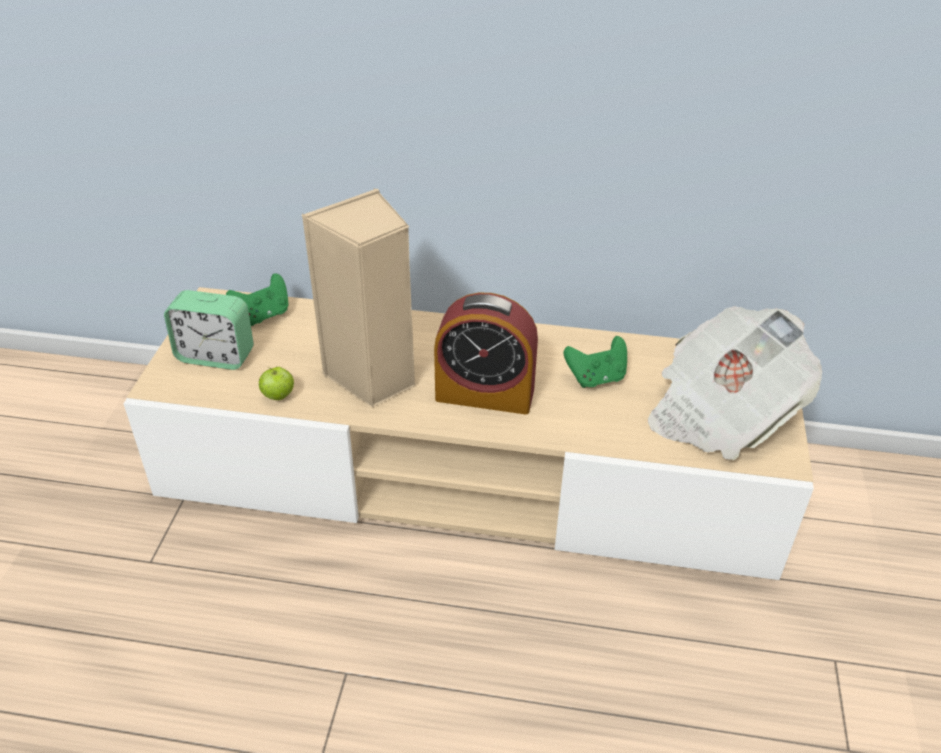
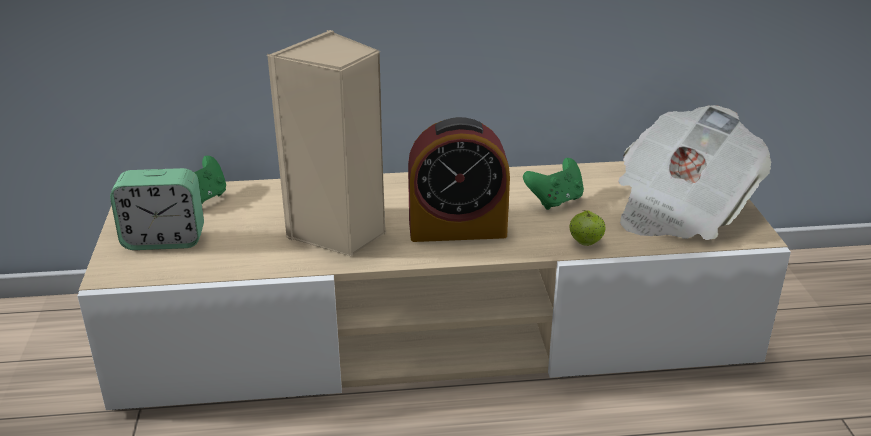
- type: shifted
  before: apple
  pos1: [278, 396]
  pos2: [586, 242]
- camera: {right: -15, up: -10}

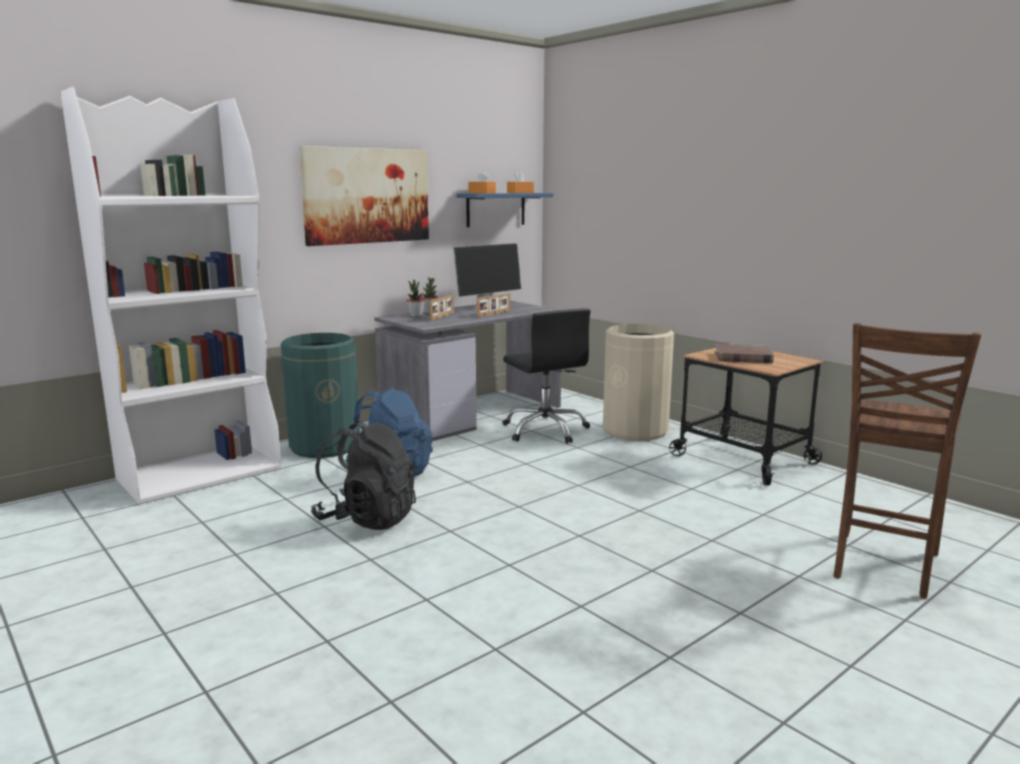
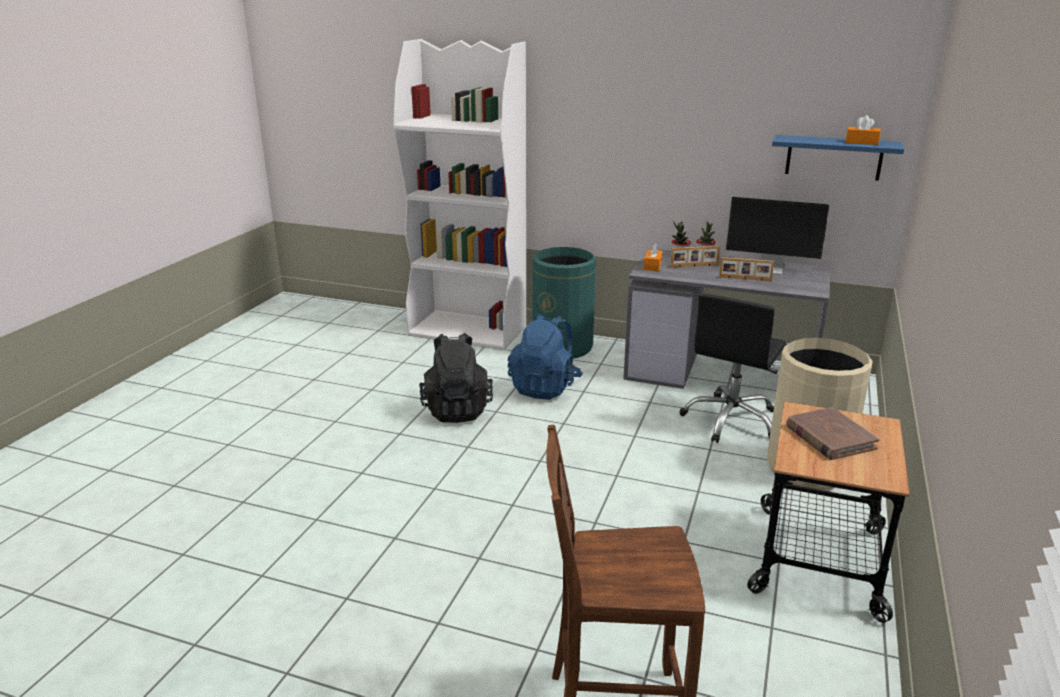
- type: gone
  before: picture
  pos1: [367, 196]
- type: shifted
  before: orange tissue box
  pos1: [482, 193]
  pos2: [652, 266]
- camera: {right: 60, up: 10}

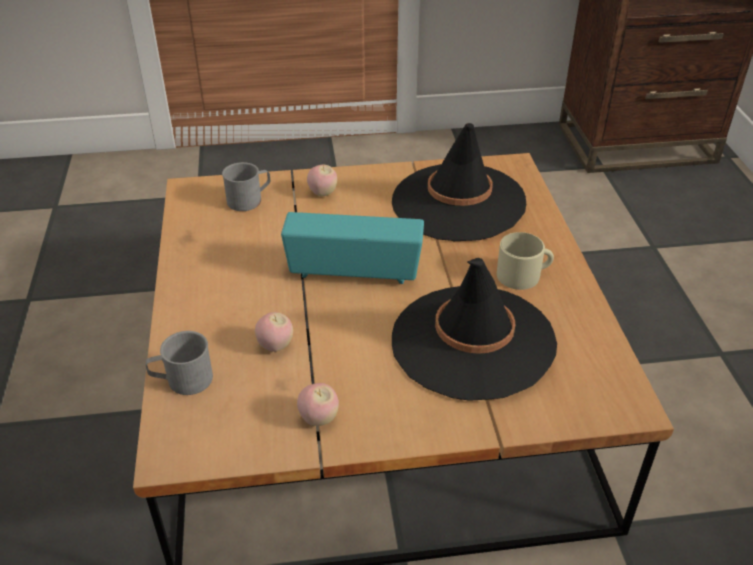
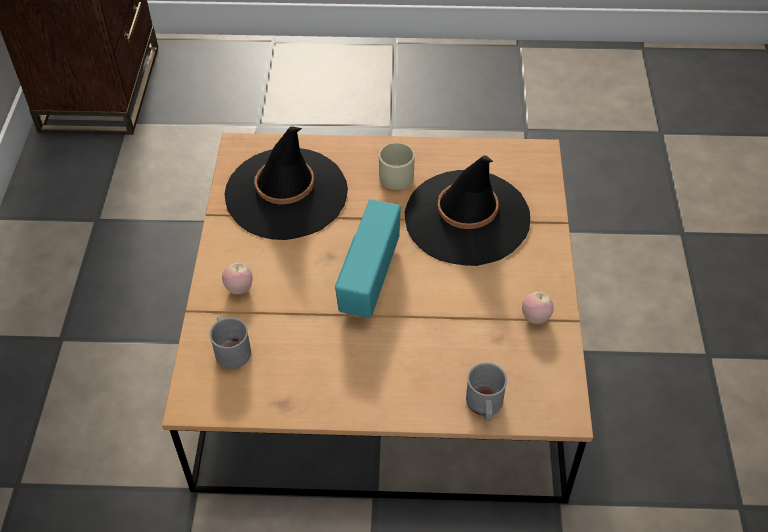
- type: gone
  before: apple
  pos1: [275, 346]
- camera: {right: -80, up: 10}

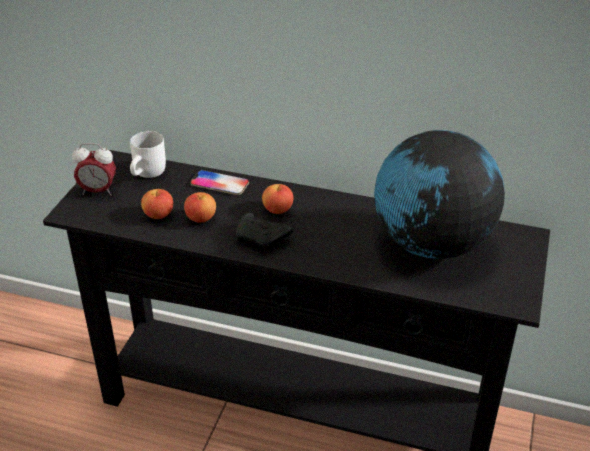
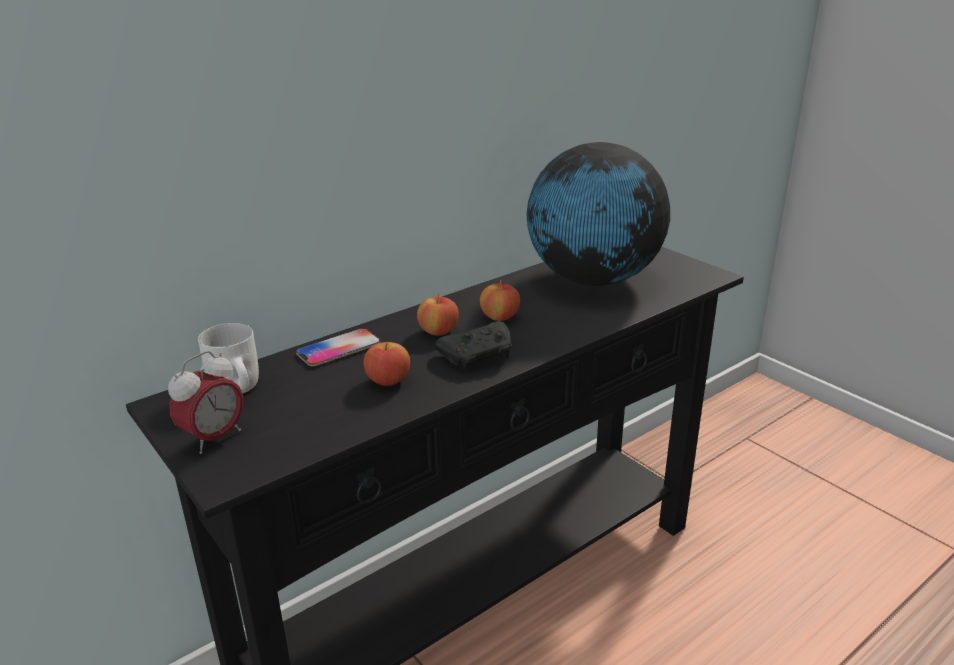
- type: shifted
  before: apple
  pos1: [158, 214]
  pos2: [499, 317]
- camera: {right: -55, up: -10}

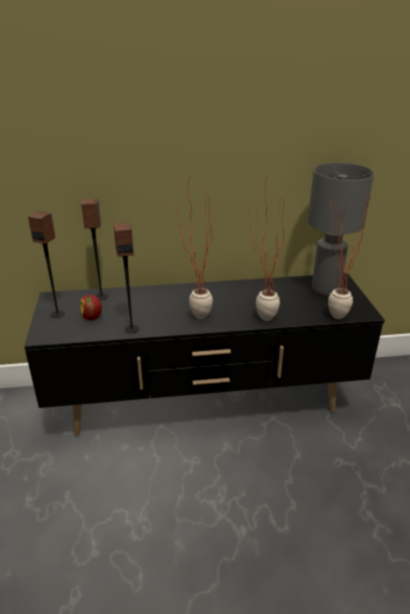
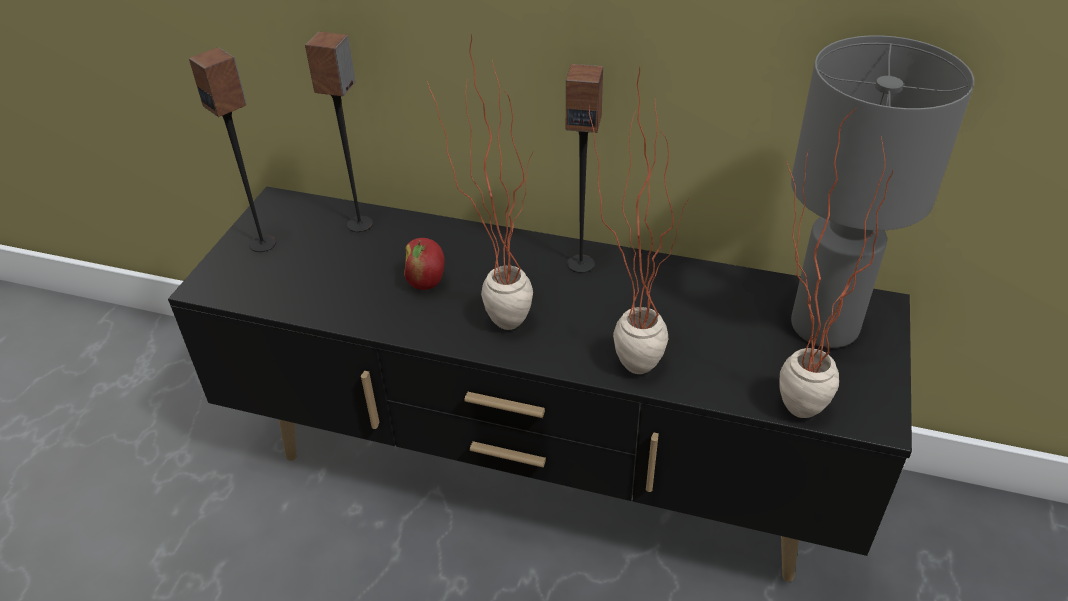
- type: shifted
  before: speaker
  pos1: [132, 329]
  pos2: [581, 263]
- type: shifted
  before: apple
  pos1: [92, 317]
  pos2: [426, 283]
- camera: {right: 25, up: 10}

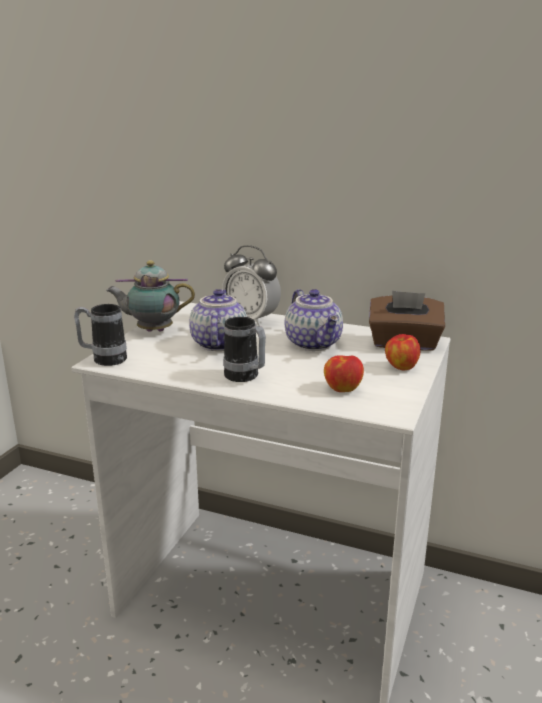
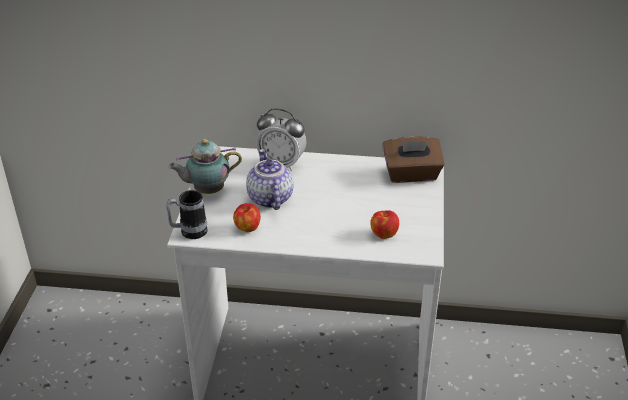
- type: gone
  before: teapot
  pos1: [314, 344]
- type: gone
  before: mug
  pos1: [245, 377]
- type: shifted
  before: apple
  pos1: [401, 367]
  pos2: [247, 228]
- camera: {right: -15, up: 15}

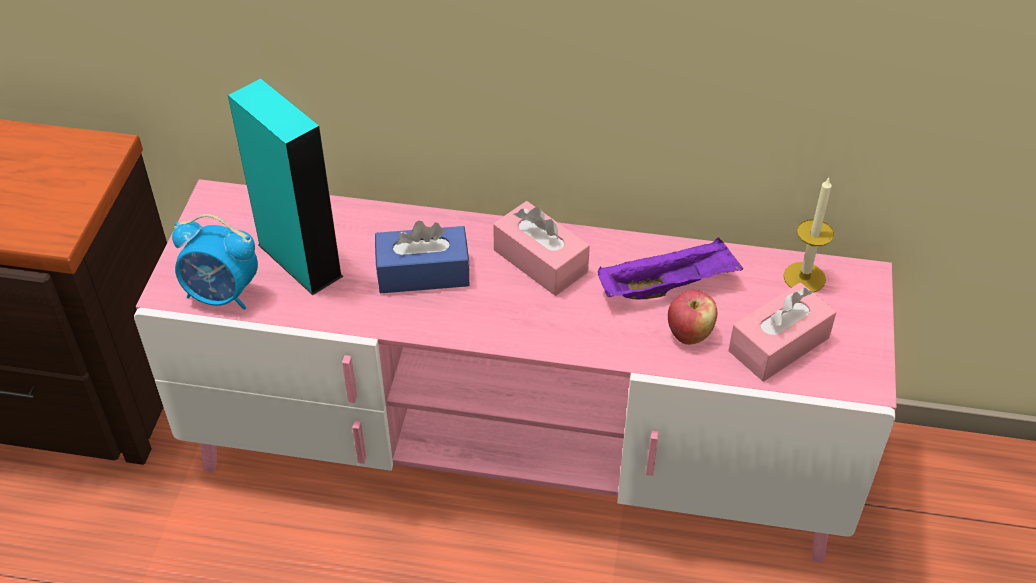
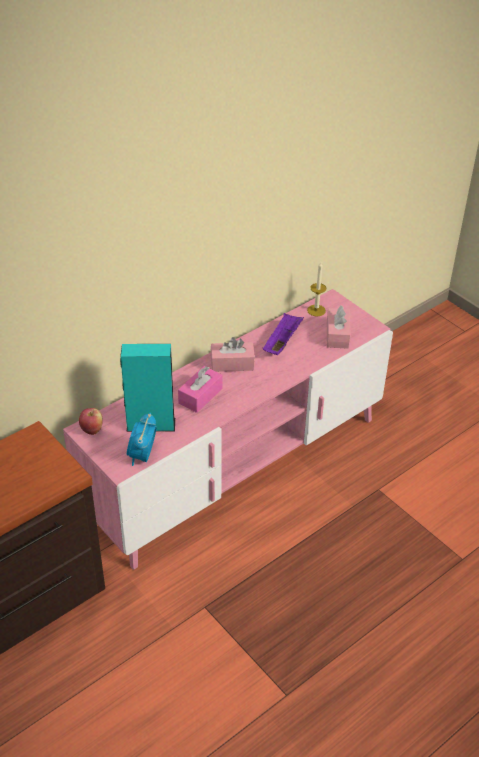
- type: rotated
  before: alarm clock
  pos1: [222, 294]
  pos2: [142, 456]
  turn: 135
- type: repainted
  before: blue tissue box
  after: pink tissue box
  pos1: [423, 273]
  pos2: [200, 396]
- type: shifted
  before: apple
  pos1: [689, 334]
  pos2: [92, 430]
- camera: {right: -50, up: -5}

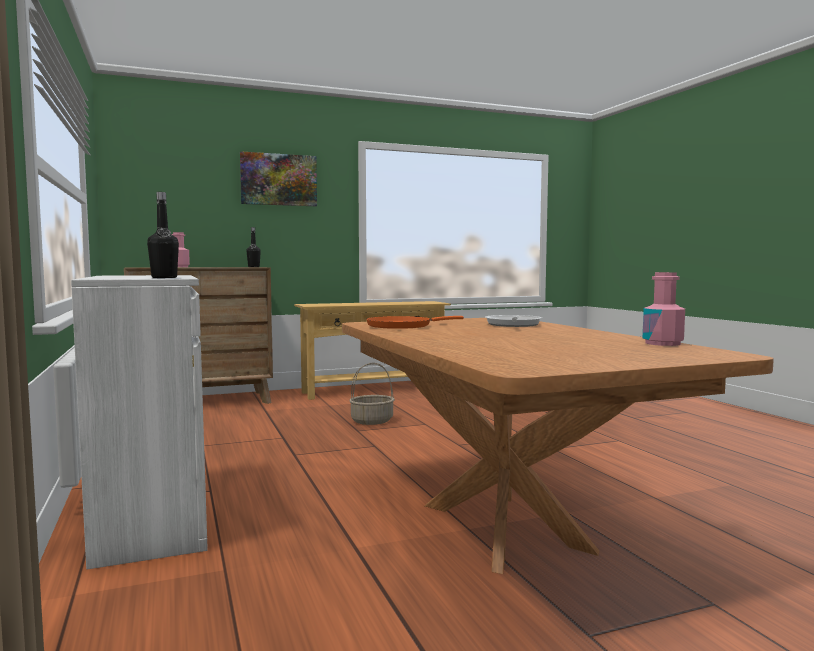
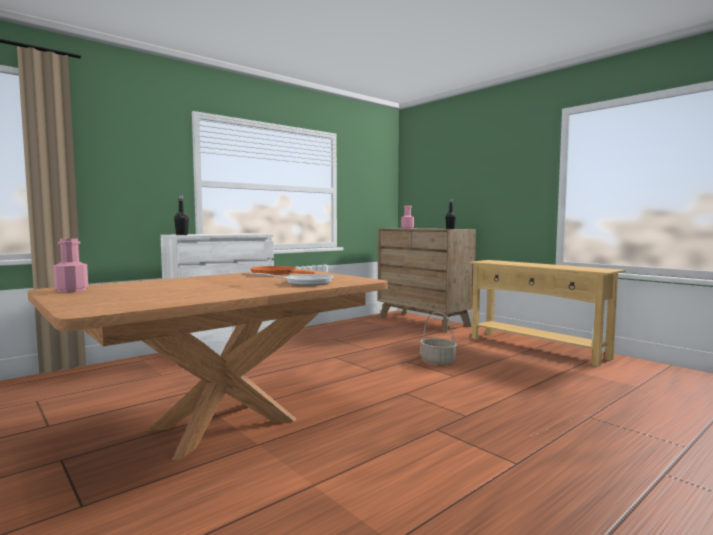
- type: gone
  before: picture
  pos1: [278, 180]
- type: shifted
  before: pink bottle
  pos1: [662, 343]
  pos2: [72, 290]
- camera: {right: 70, up: 0}

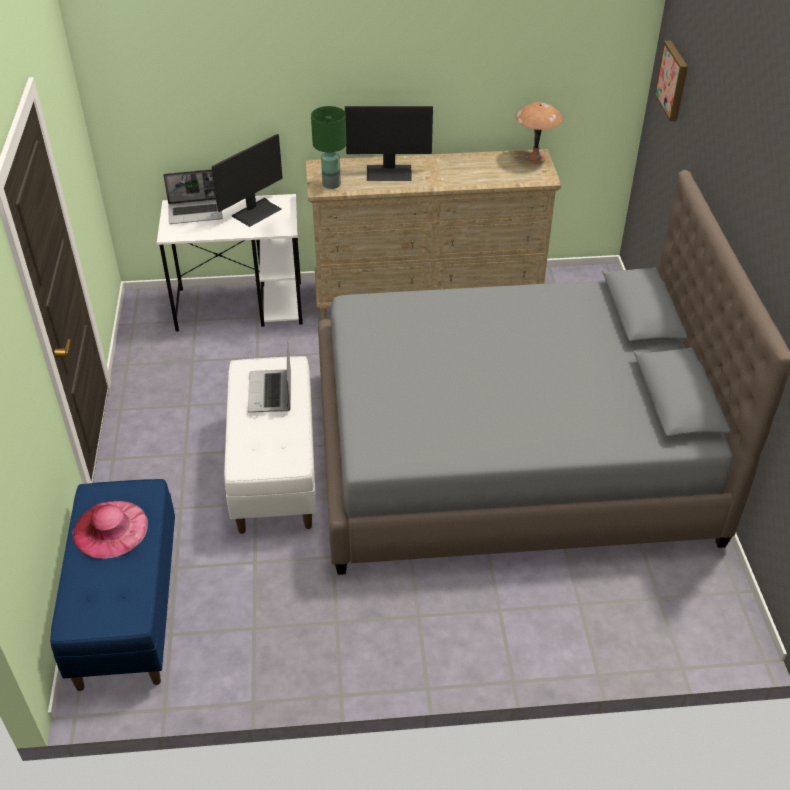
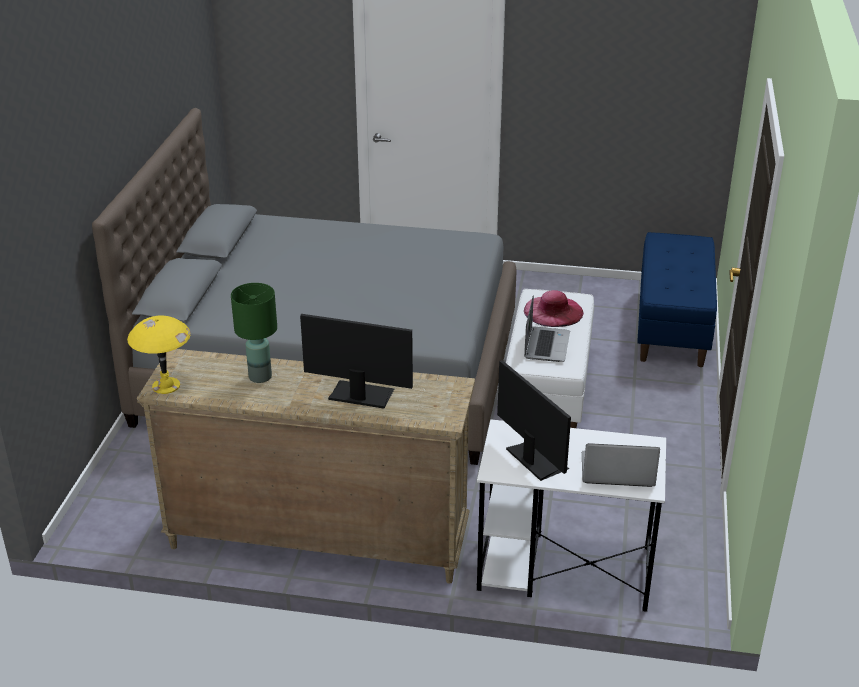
- type: gone
  before: picture
  pos1: [673, 80]
- type: repainted
  before: brown table lamp
  after: yellow table lamp
  pos1: [535, 158]
  pos2: [165, 386]
- type: shifted
  before: green table lamp
  pos1: [332, 184]
  pos2: [259, 377]
- type: rotated
  before: monitor
  pos1: [256, 212]
  pos2: [535, 459]
  turn: 90
- type: shifted
  before: pink hat
  pos1: [110, 529]
  pos2: [553, 311]
- camera: {right: -165, up: -10}

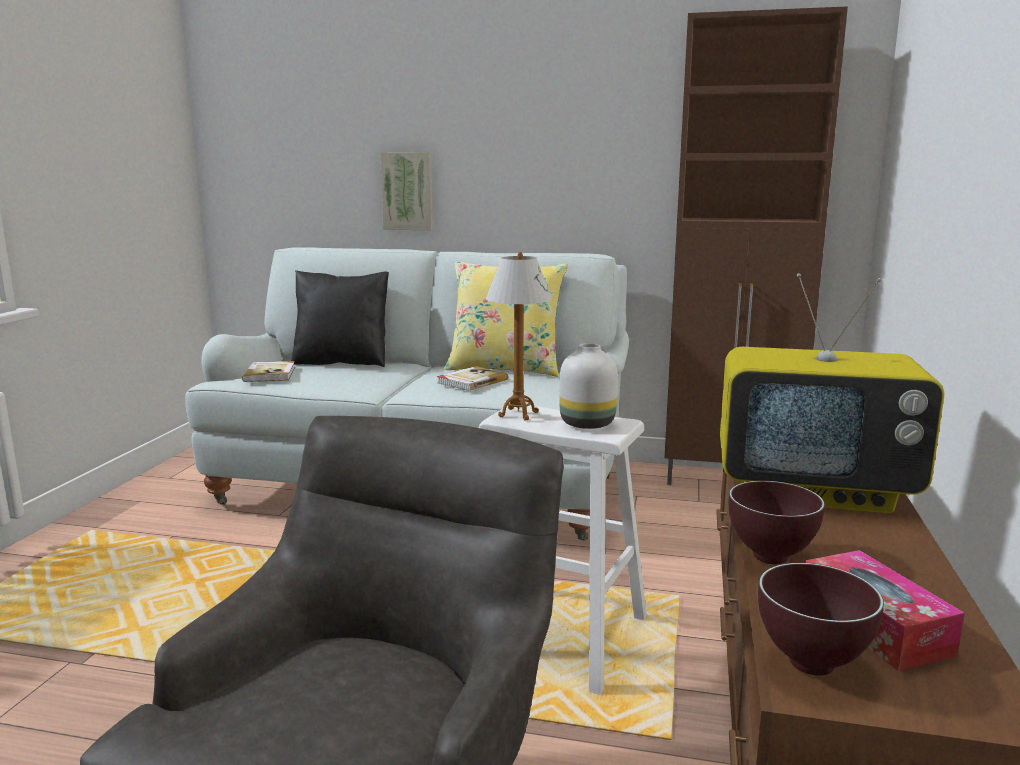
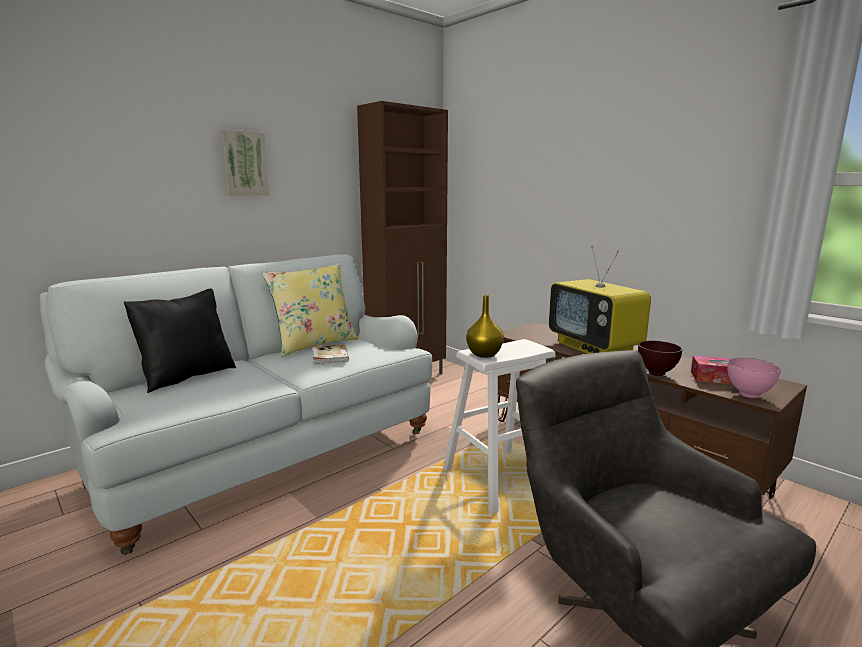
- type: shifted
  before: picture
  pos1: [408, 191]
  pos2: [244, 163]
- type: swapped
  before: table lamp
  after: yellow vase
  pos1: [518, 414]
  pos2: [483, 354]
- type: rotated
  before: television
  pos1: [814, 491]
  pos2: [595, 348]
  turn: 105
- type: gone
  before: white vase
  pos1: [589, 424]
- type: gone
  before: book
  pos1: [271, 374]
- type: repainted
  before: brown bowl
  after: pink bowl
  pos1: [810, 663]
  pos2: [747, 395]
- camera: {right: -55, up: 0}

